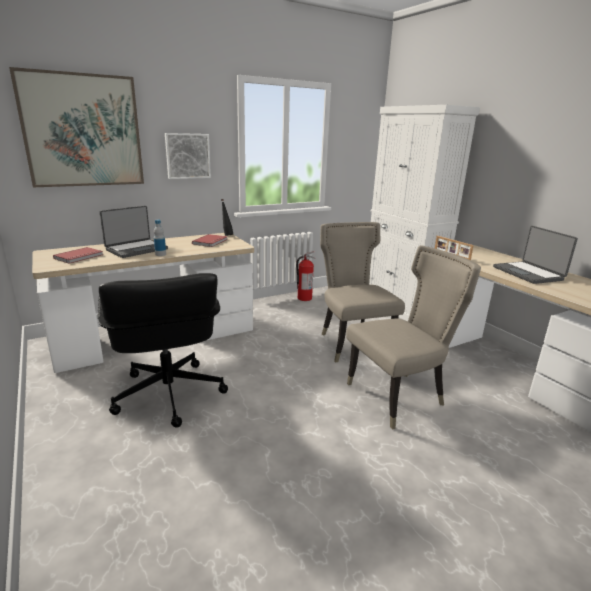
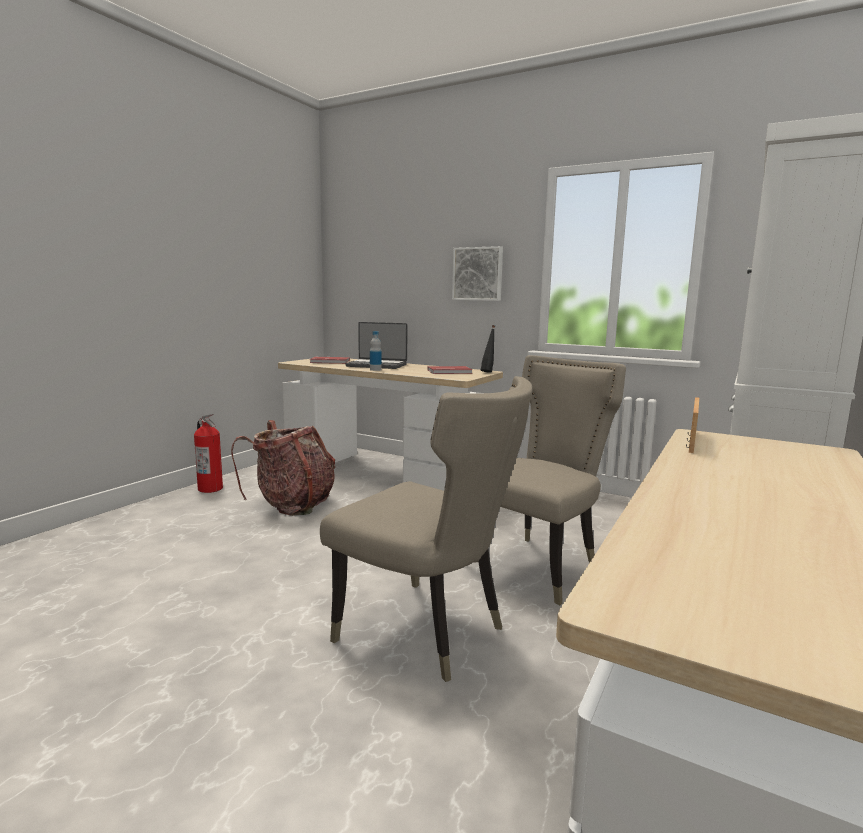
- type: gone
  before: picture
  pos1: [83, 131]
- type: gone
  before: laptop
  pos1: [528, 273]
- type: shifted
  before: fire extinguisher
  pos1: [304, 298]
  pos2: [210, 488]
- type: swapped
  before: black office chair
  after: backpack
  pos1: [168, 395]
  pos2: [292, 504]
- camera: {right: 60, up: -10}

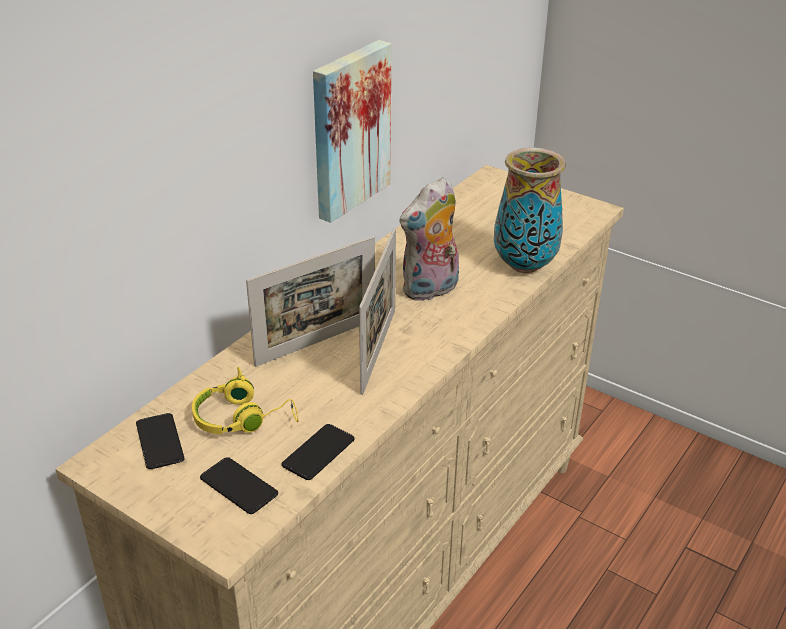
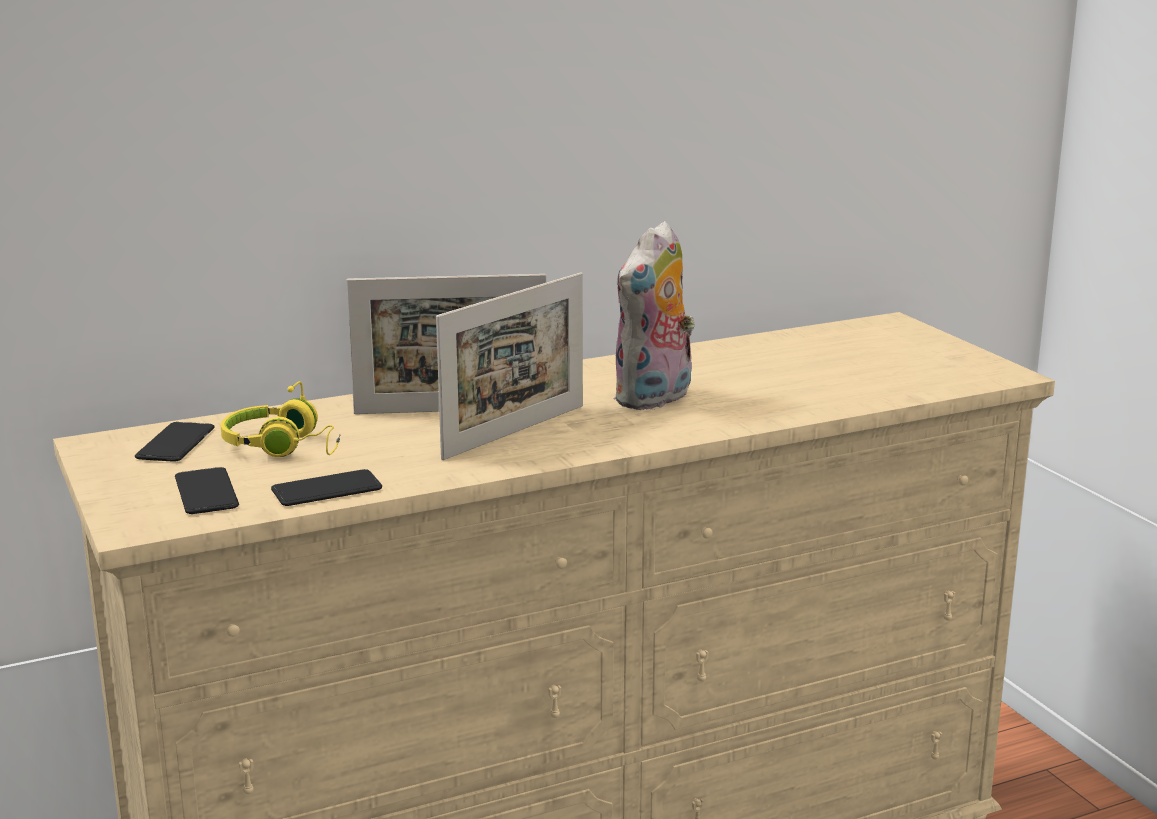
- type: gone
  before: picture
  pos1: [348, 130]
- type: gone
  before: vase
  pos1: [523, 266]
- type: rotated
  before: plush toy
  pos1: [431, 290]
  pos2: [655, 399]
  turn: -45
- camera: {right: 30, up: -15}

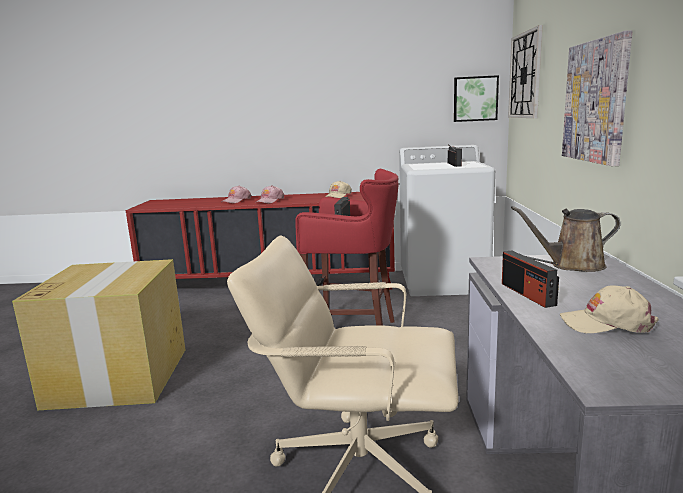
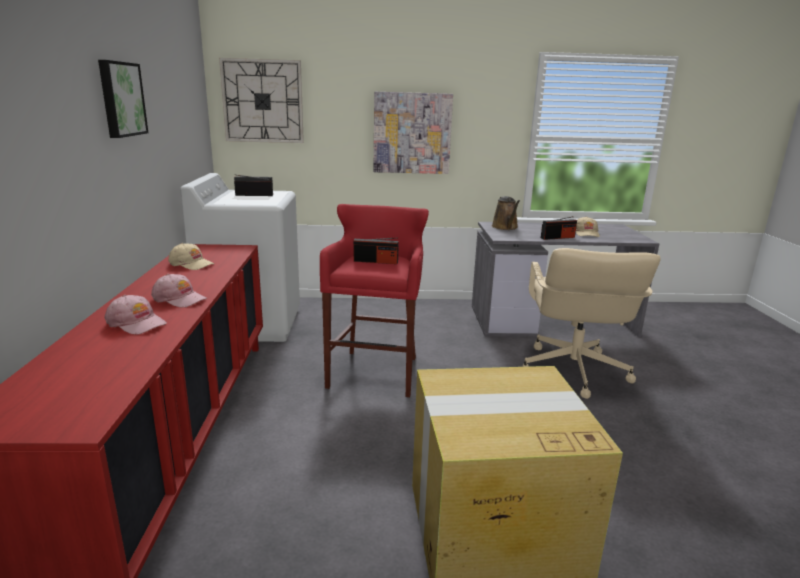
- type: shifted
  before: picture
  pos1: [475, 99]
  pos2: [120, 99]
- camera: {right: -95, up: 5}

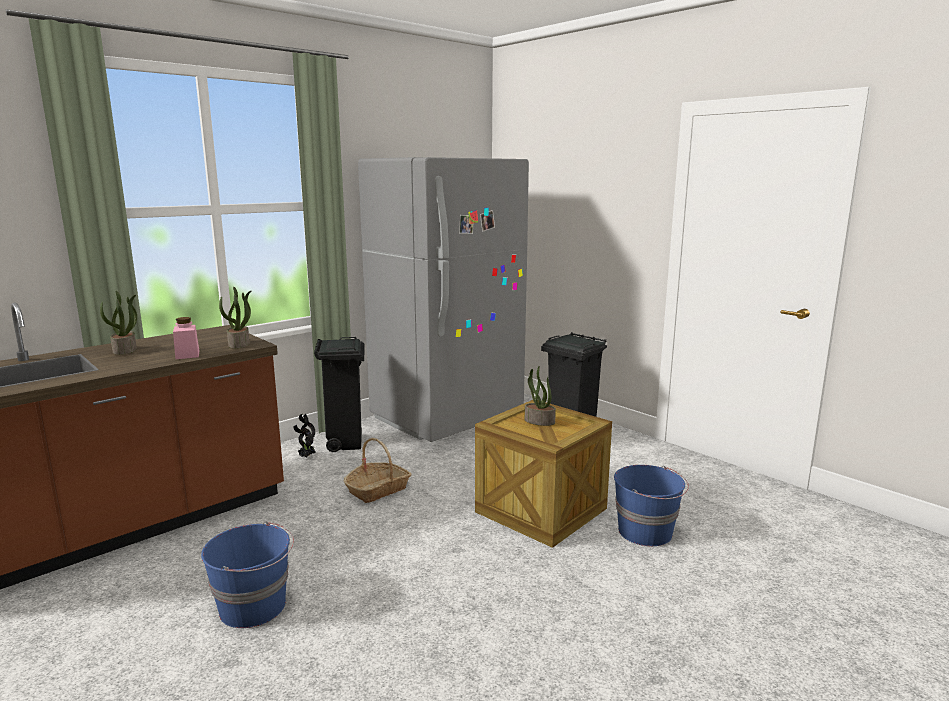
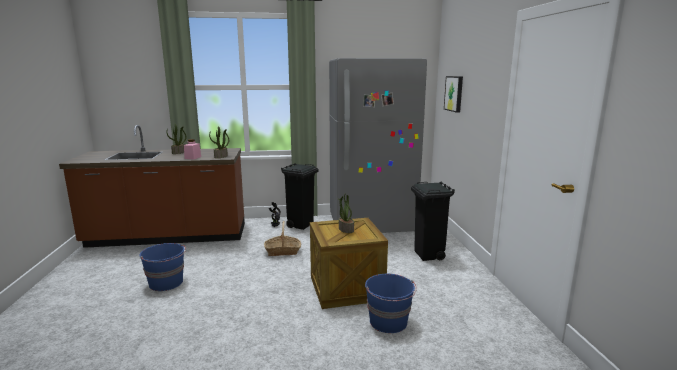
- type: new
  after: picture
  pos2: [454, 93]
- camera: {right: 35, up: 0}

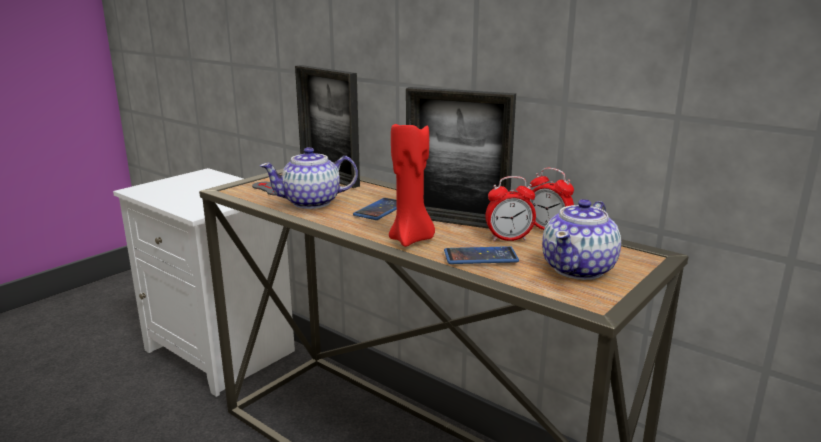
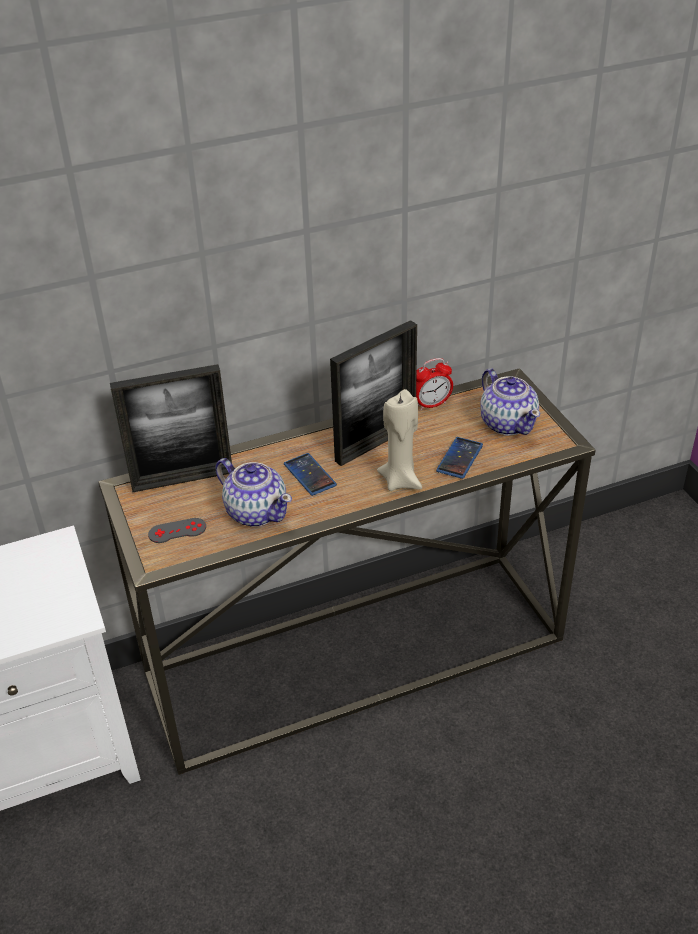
- type: repainted
  before: red candle
  after: beige candle
  pos1: [411, 240]
  pos2: [400, 480]
- type: rotated
  before: teapot
  pos1: [312, 202]
  pos2: [256, 511]
  turn: -60
- type: gone
  before: alarm clock
  pos1: [509, 239]
- camera: {right: -60, up: 20}

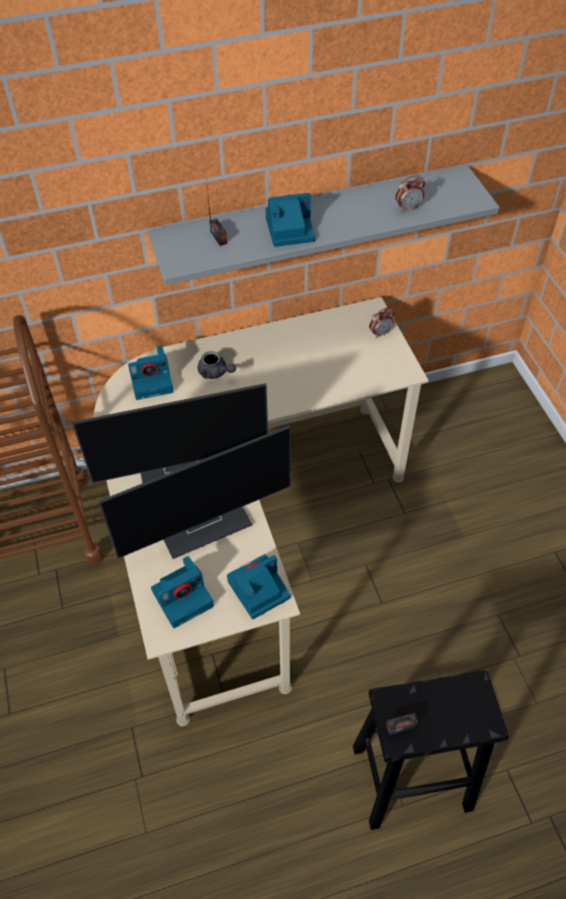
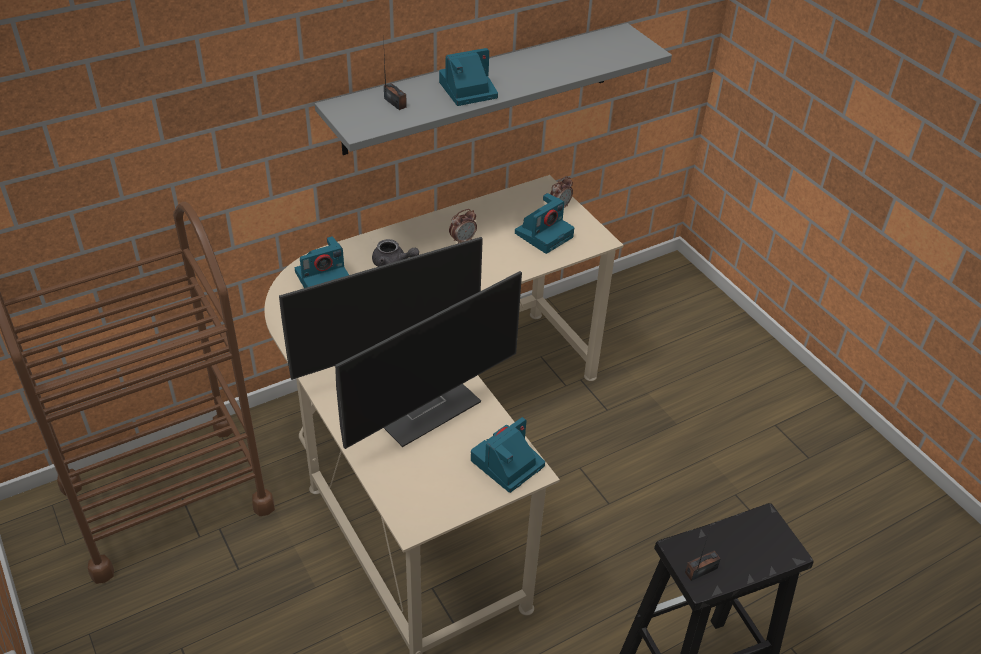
- type: shifted
  before: alarm clock
  pos1: [408, 208]
  pos2: [463, 240]
- type: shifted
  before: photo camera
  pos1: [183, 597]
  pos2: [544, 234]
- camera: {right: -15, up: -10}

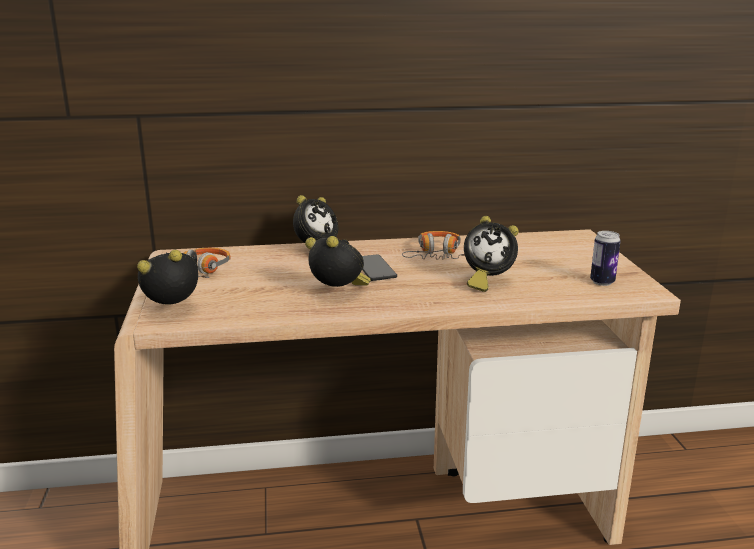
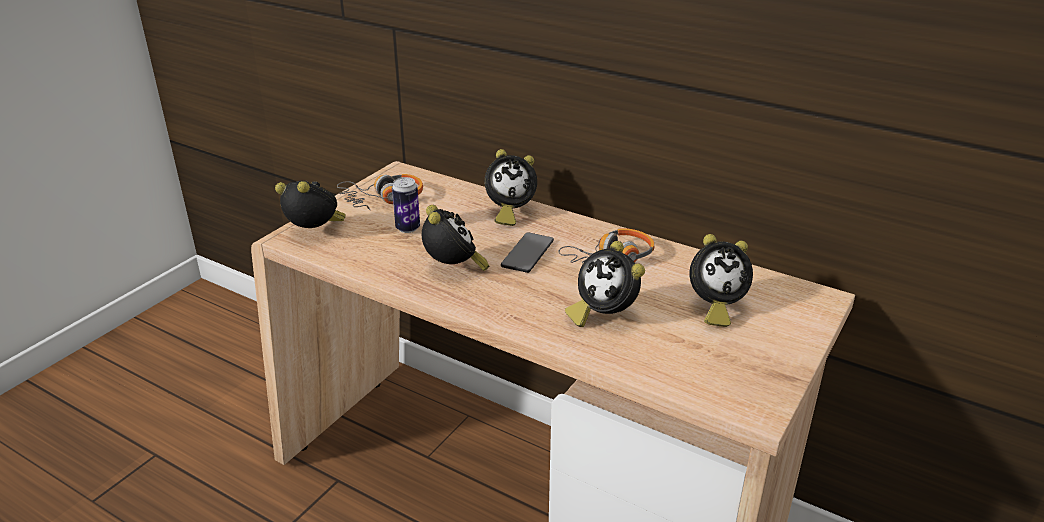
- type: shifted
  before: can
  pos1: [602, 282]
  pos2: [408, 228]
- type: new
  after: alarm clock
  pos2: [714, 308]
- camera: {right: 40, up: 10}

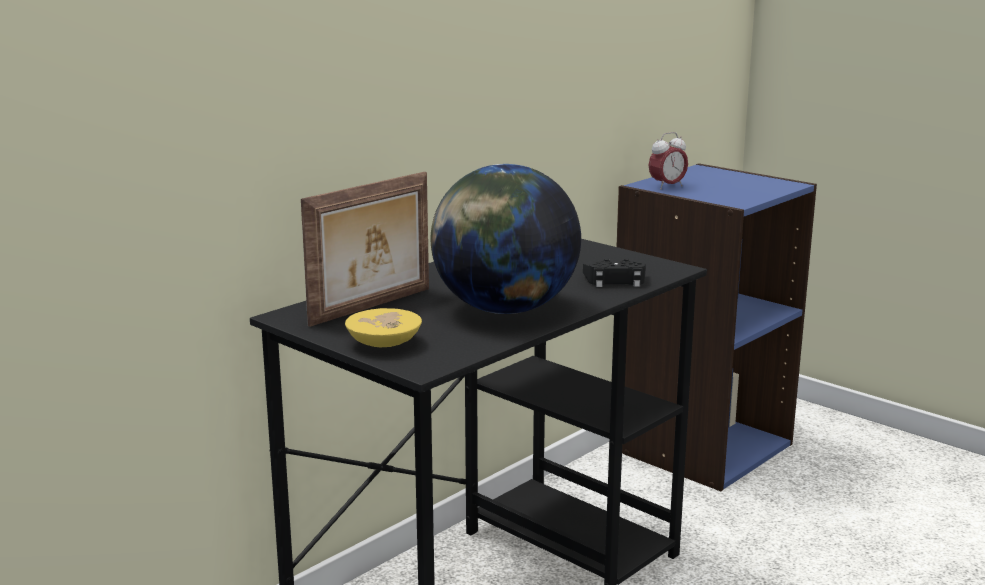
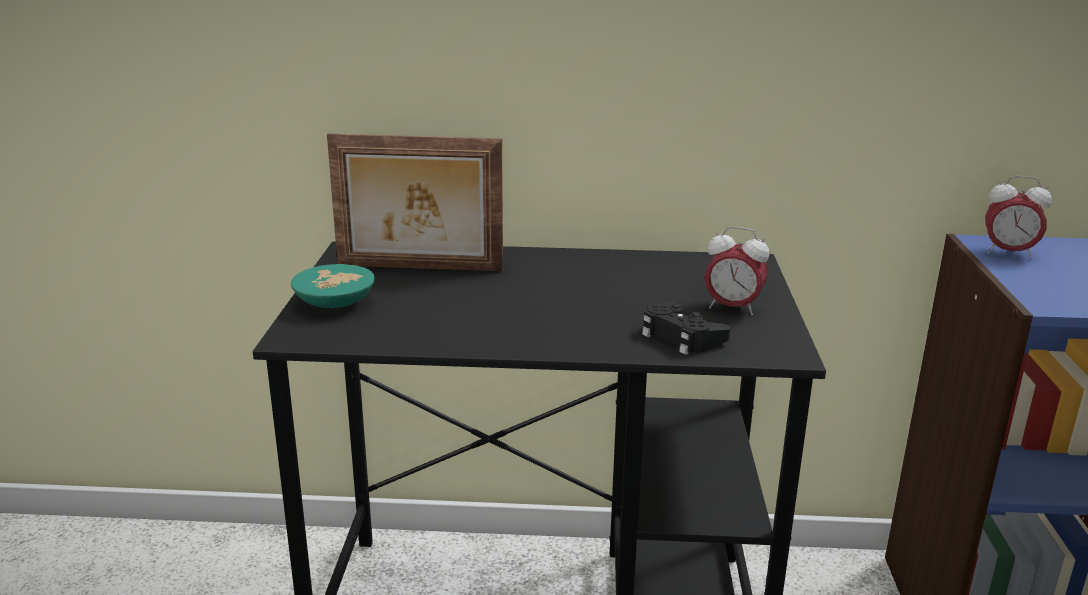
- type: gone
  before: globe
  pos1: [504, 309]
- type: repainted
  before: yellow bowl
  after: turquoise bowl
  pos1: [385, 342]
  pos2: [338, 302]
- type: new
  after: alarm clock
  pos2: [732, 308]
- camera: {right: 50, up: 5}

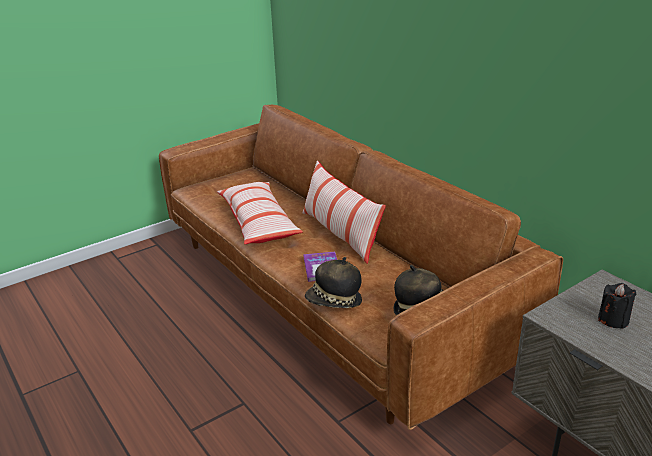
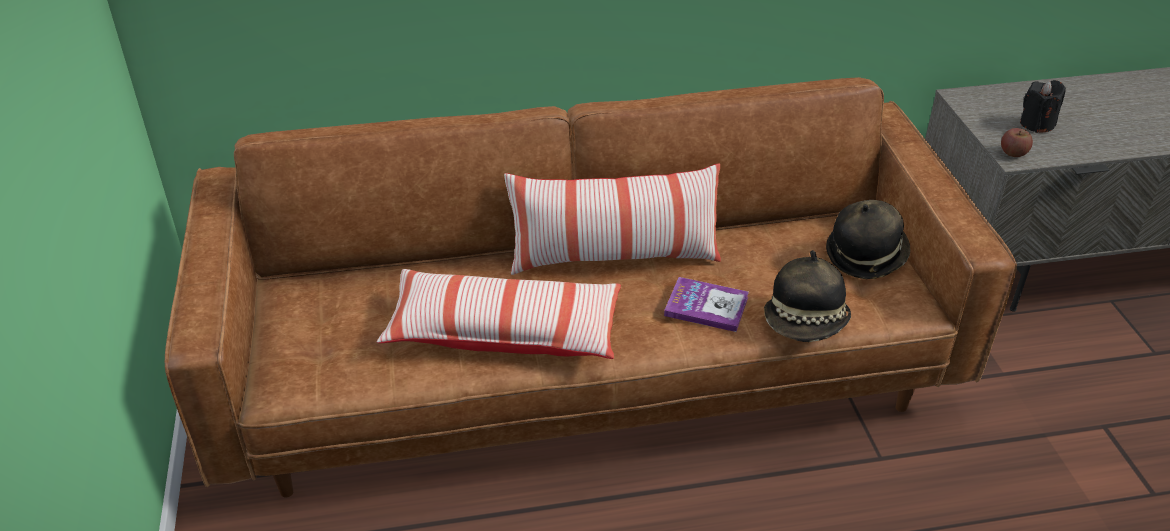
- type: new
  after: apple
  pos2: [1013, 153]
- camera: {right: -65, up: 10}

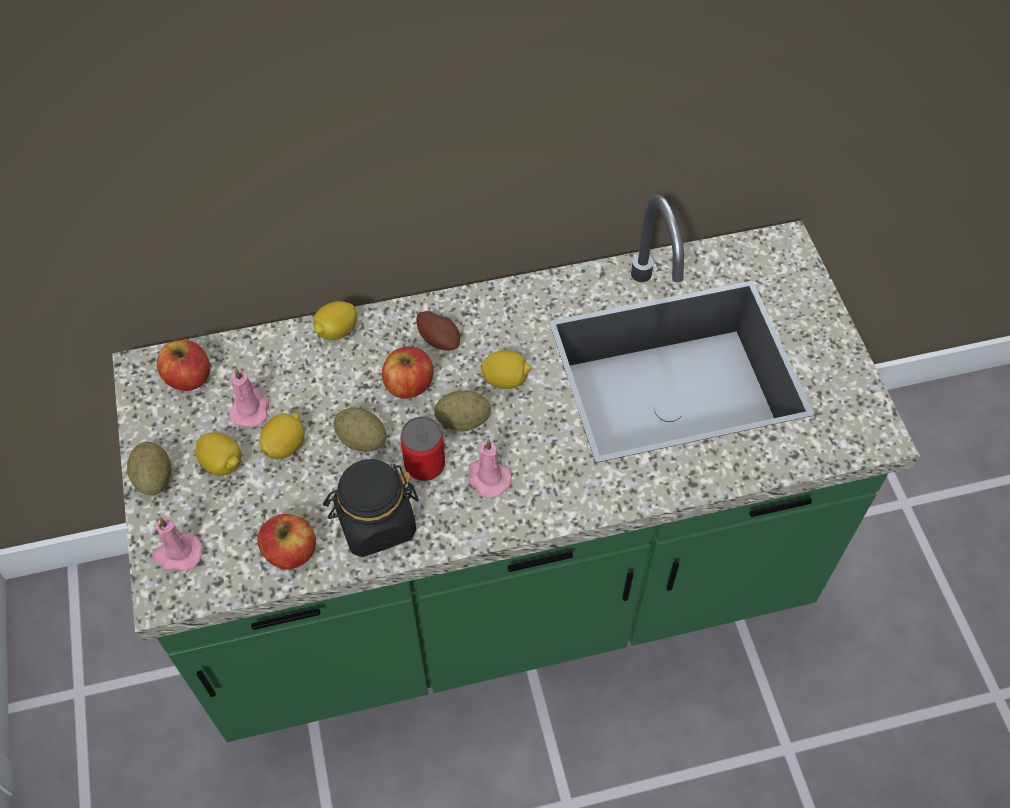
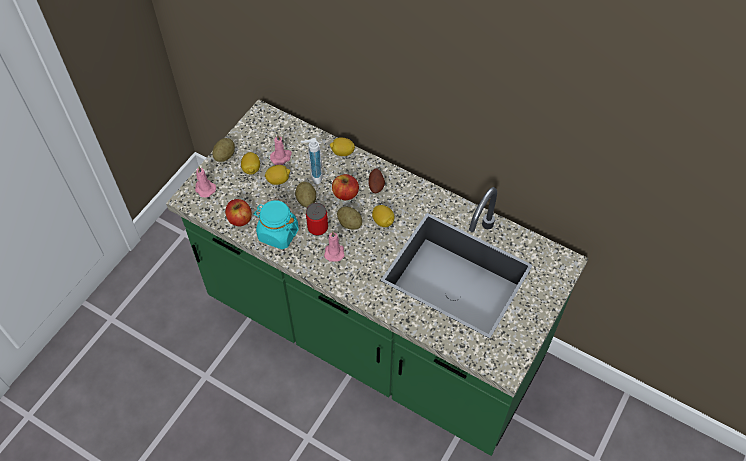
- type: gone
  before: apple
  pos1: [189, 377]
- type: repainted
  before: black jar
  after: turquoise jar
  pos1: [375, 523]
  pos2: [278, 234]
- type: new
  after: soap dispenser
  pos2: [313, 175]
- camera: {right: 45, up: 0}

